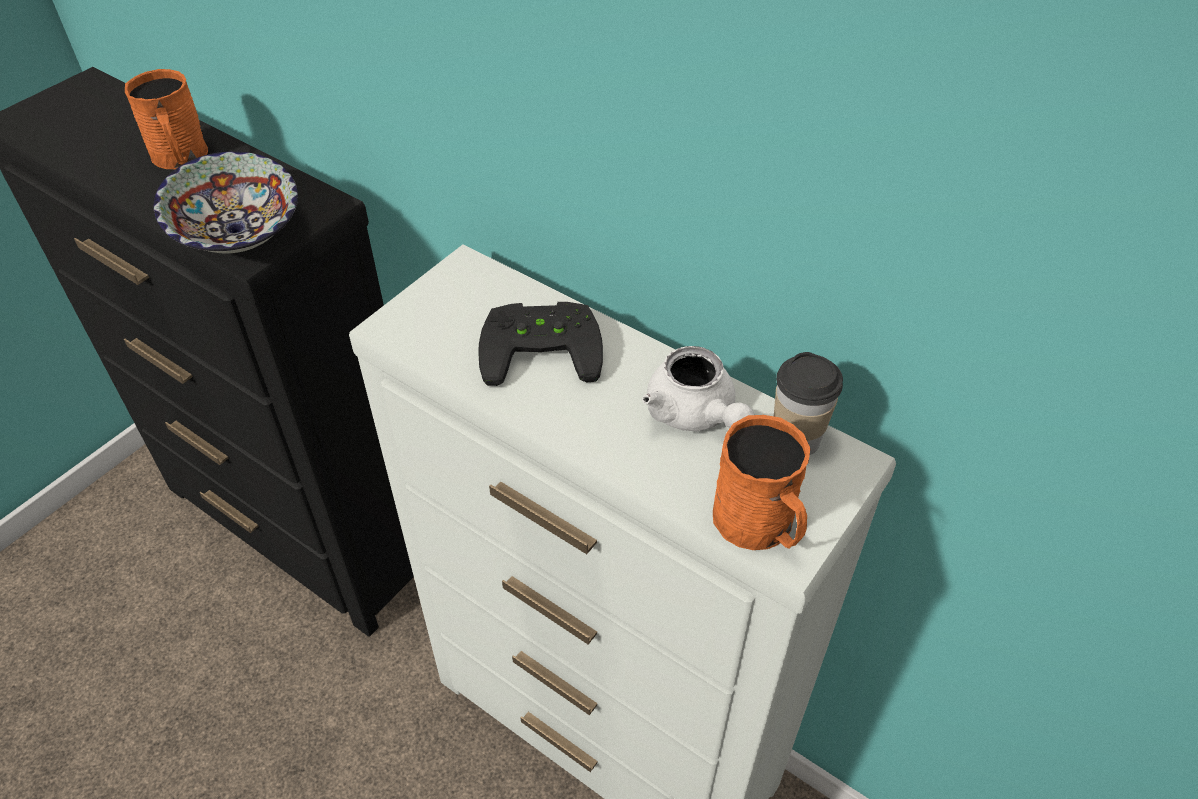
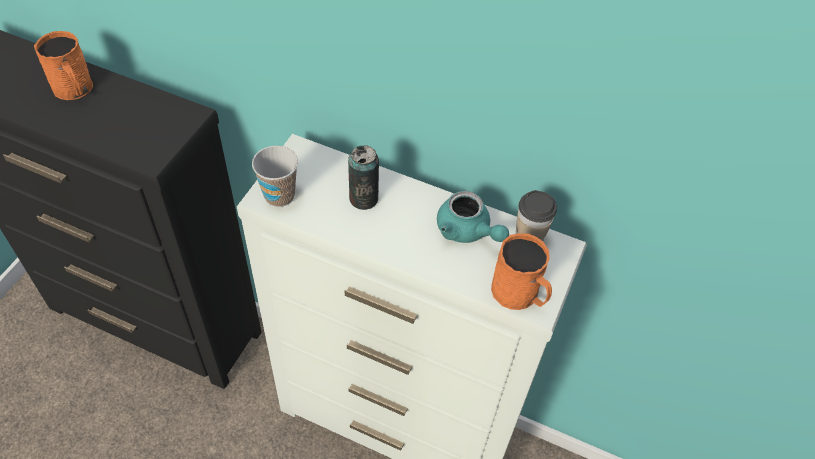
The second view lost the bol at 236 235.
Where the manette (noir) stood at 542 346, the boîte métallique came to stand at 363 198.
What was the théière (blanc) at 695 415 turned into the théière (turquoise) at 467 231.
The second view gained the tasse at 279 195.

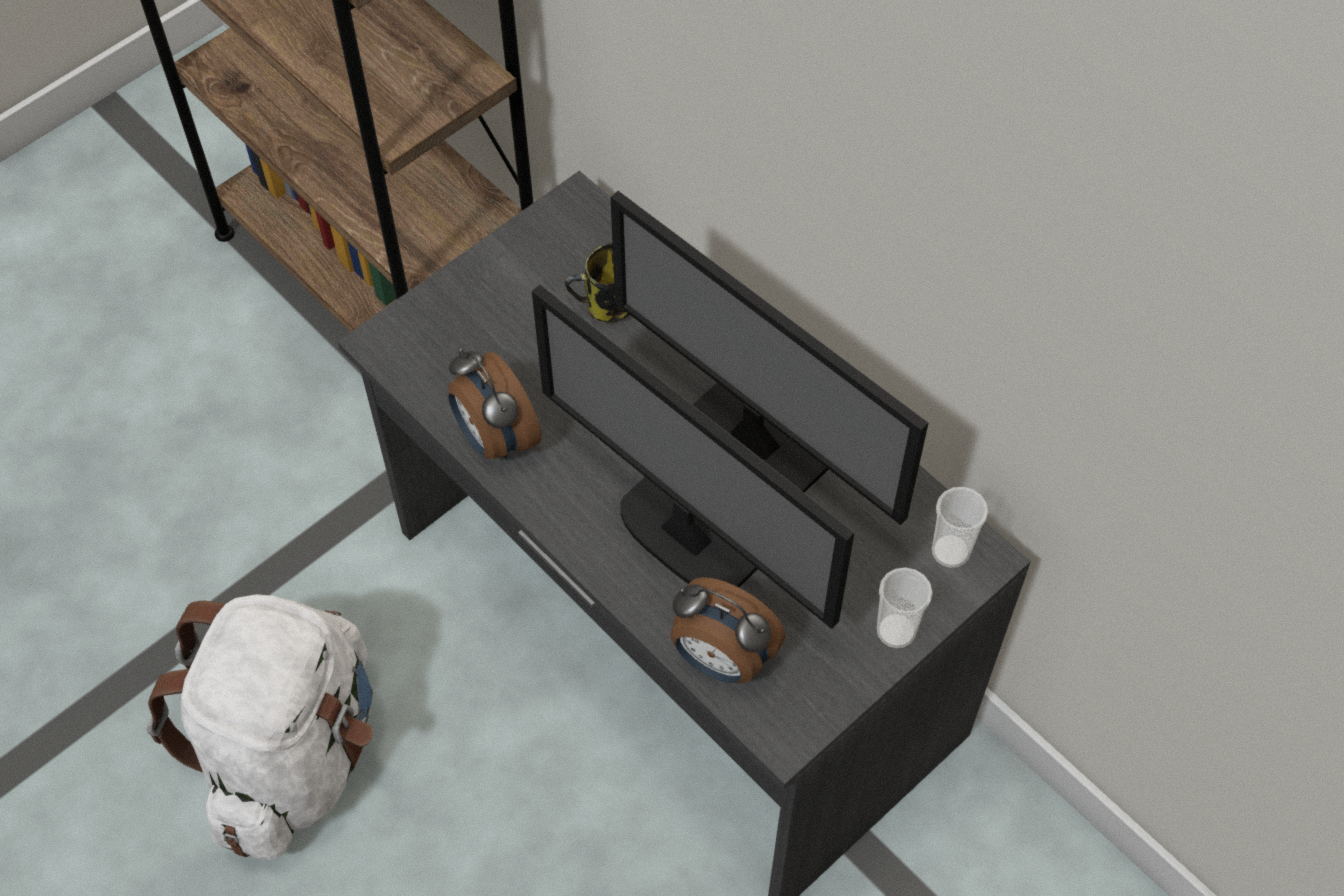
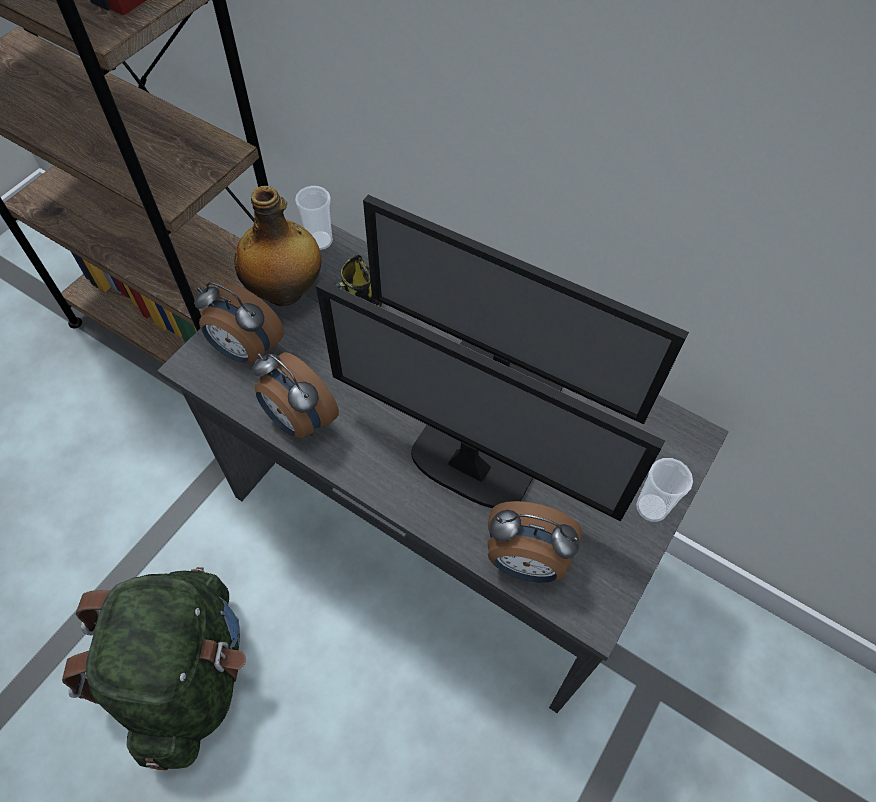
The tasse ended up elsewhere, having gone from 950 551 to 320 241.
What was the sac à dos (blanc) at 293 754 turned into the sac à dos (vert) at 188 675.
The second view gained the bouteille at 286 291.
The second view gained the réveil at 246 351.

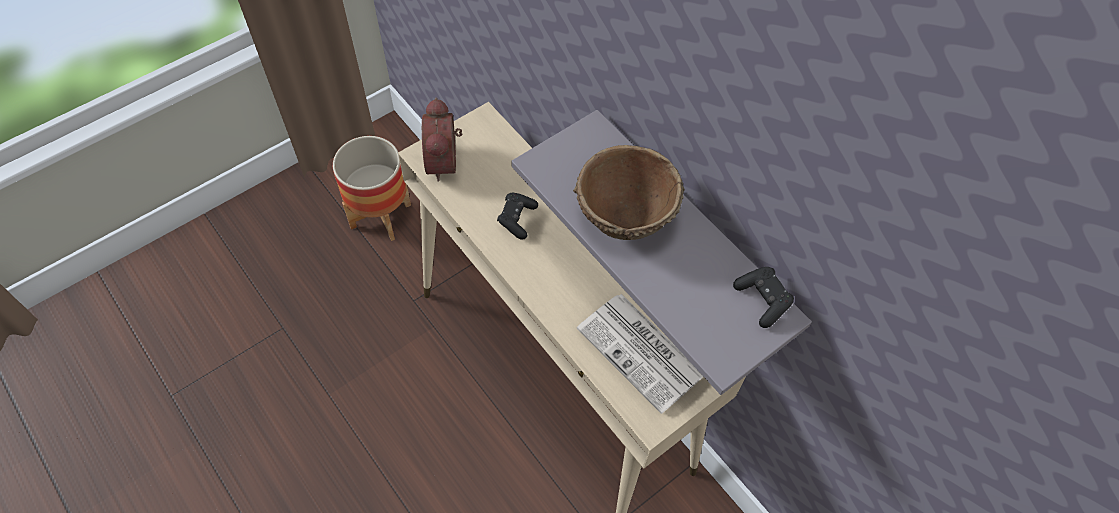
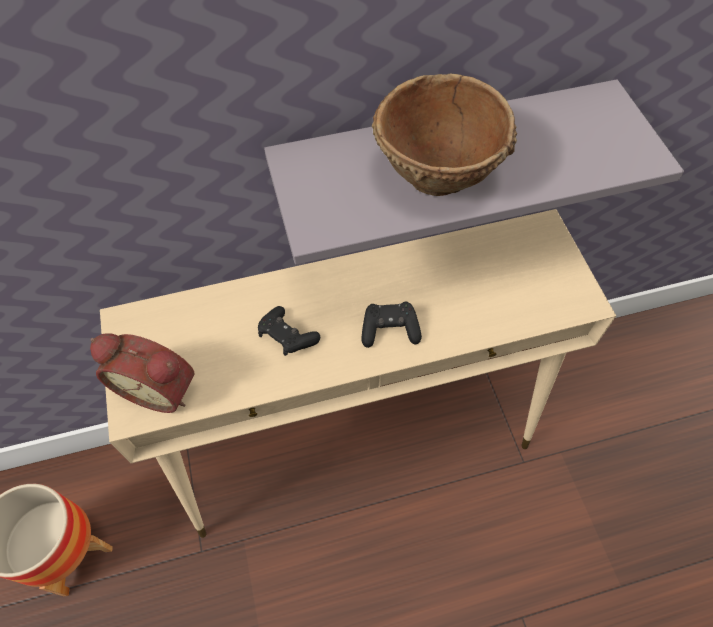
The manette (noir) ended up elsewhere, having gone from 762 300 to 389 330.
The second view lost the journal at 642 352.

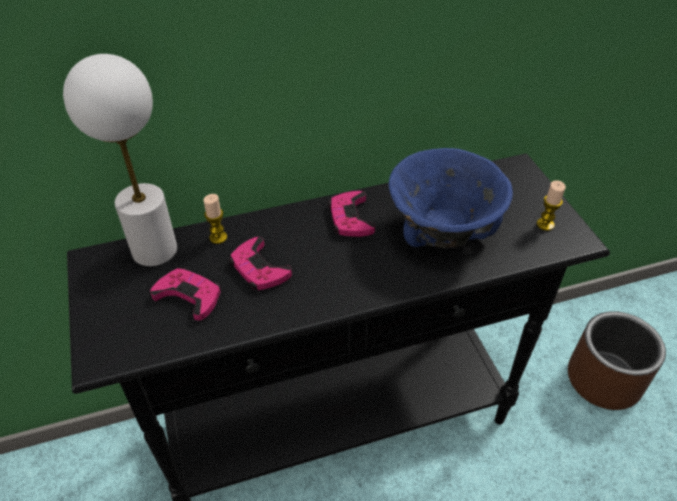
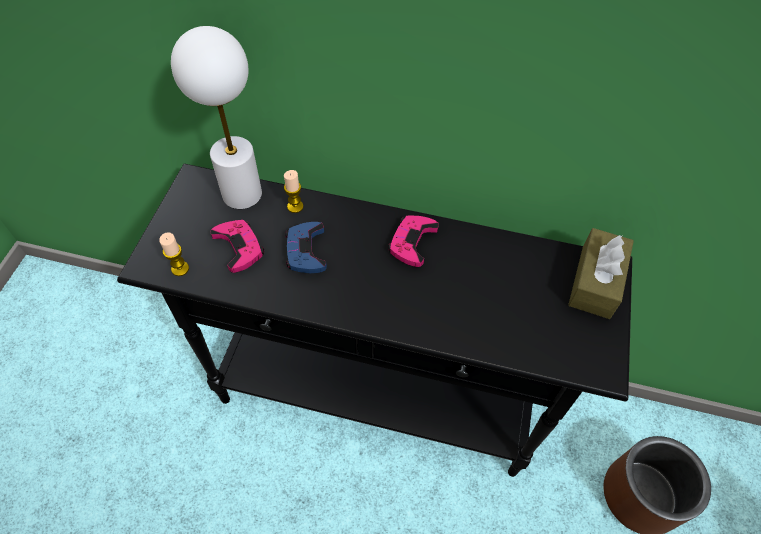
The second view lost the bol (bleu) at 442 231.
The bougie ended up elsewhere, having gone from 545 224 to 180 269.
What was the manette (rose) at 259 269 turned into the manette (bleu) at 306 251.
The second view gained the boîte à mouchoirs (marron) at 595 282.

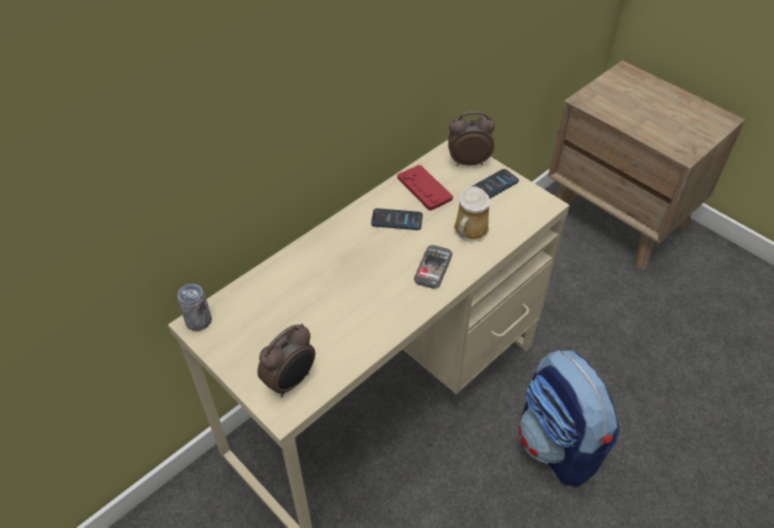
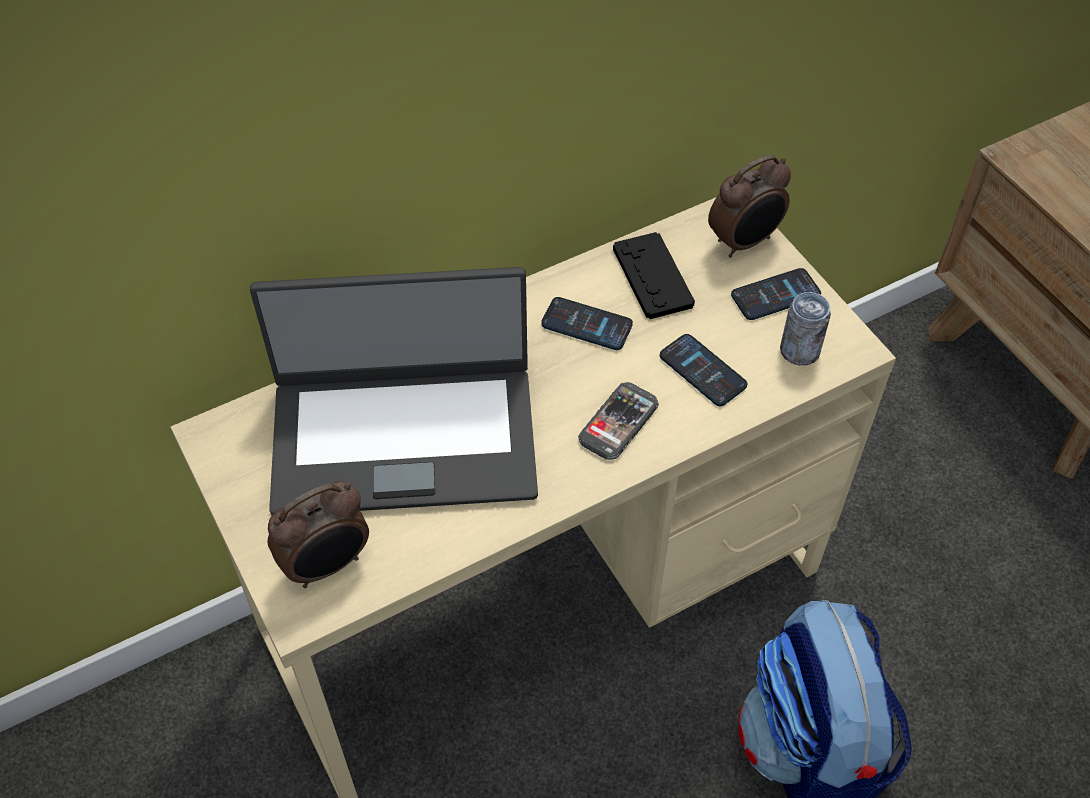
The réveil at 468 161 ended up facing another way, 135 degrees clockwise from before.
What was the manette (rouge) at 424 188 turned into the manette (noir) at 652 277.
Where the mug stood at 469 231, the téléphone came to stand at 702 371.
The boîte métallique ended up elsewhere, having gone from 199 321 to 799 351.
The second view gained the ordinateur portable at 404 437.

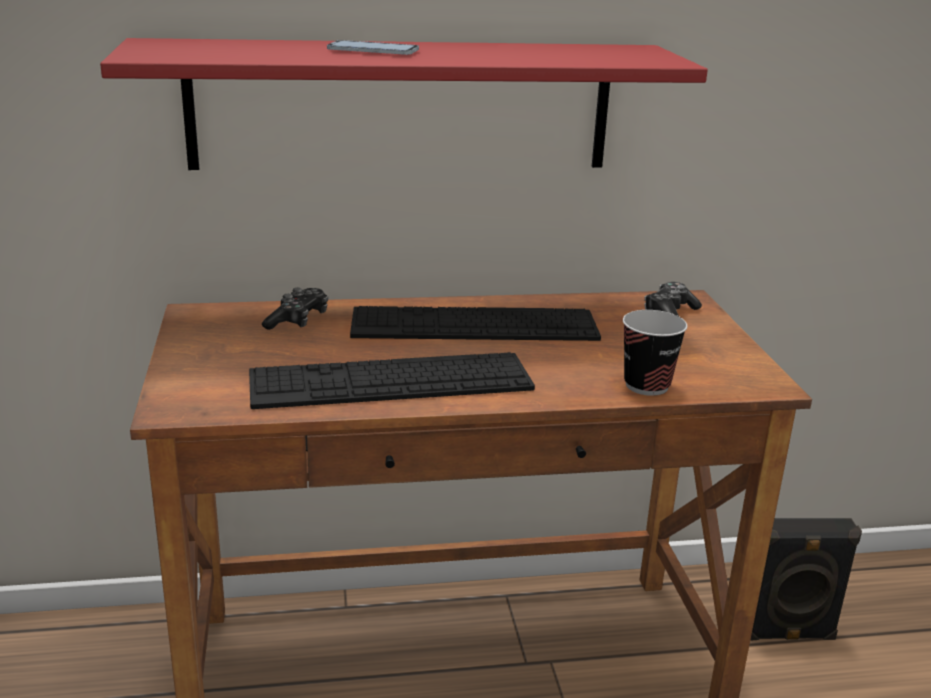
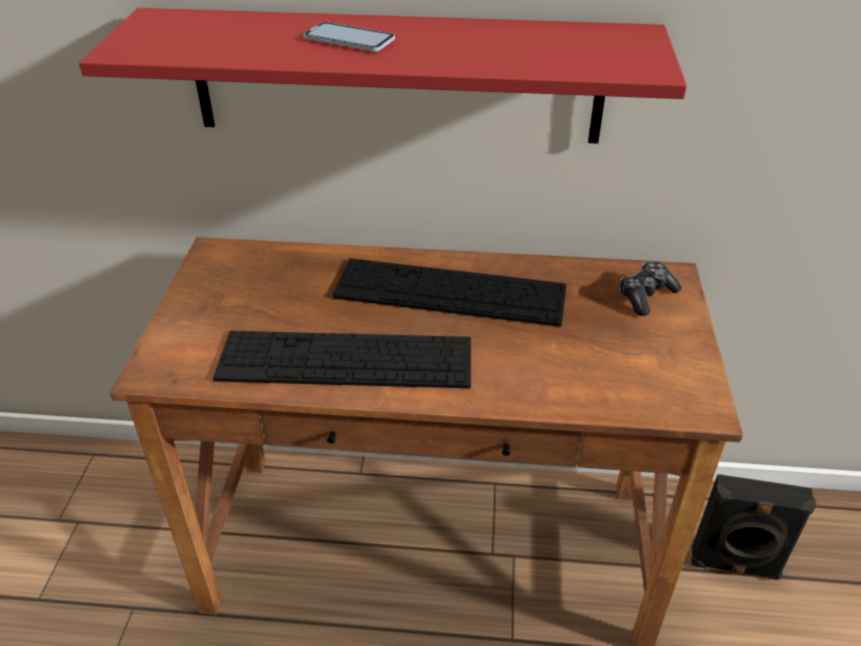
The second view lost the manette at 298 320.
The second view lost the tasse at 646 385.

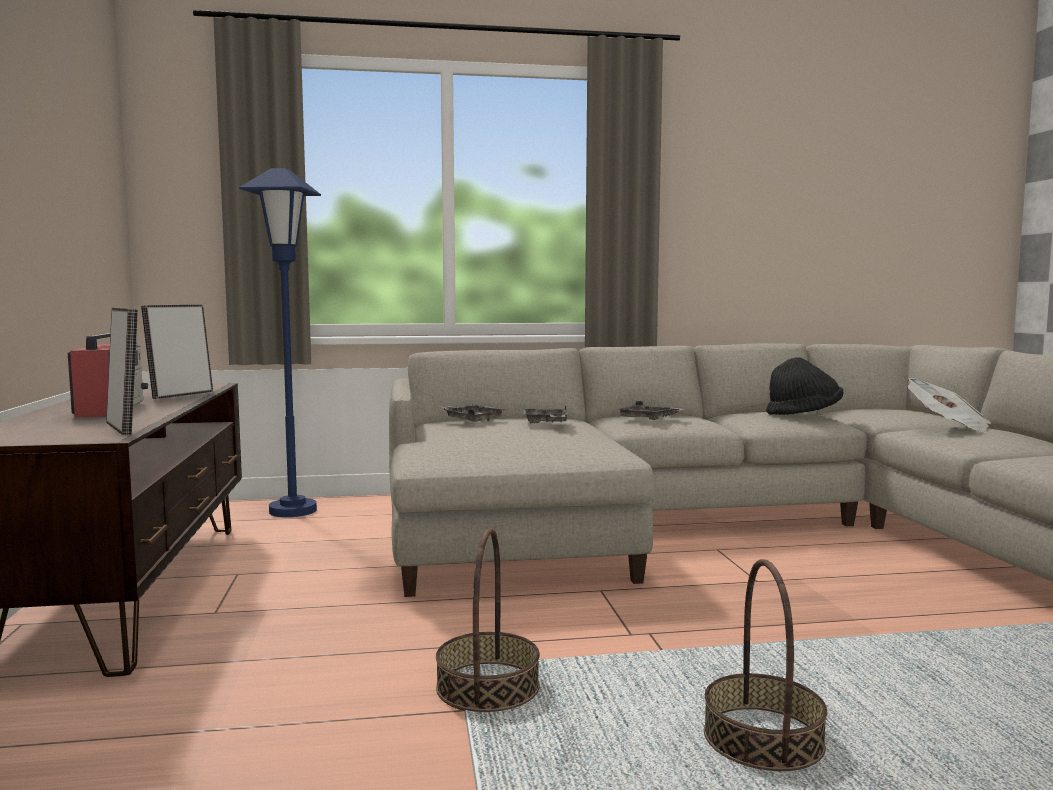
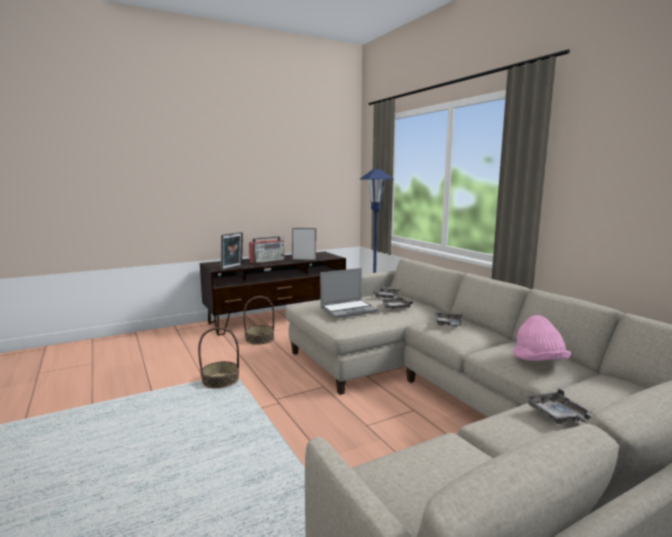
What was the chapeau (noir) at 804 415 turned into the chapeau (rose) at 538 362.
Where the journal stood at 948 427, the plateau (gris) came to stand at 558 416.
The panier ended up elsewhere, having gone from 762 739 to 260 339.
The second view gained the ordinateur portable at 349 310.

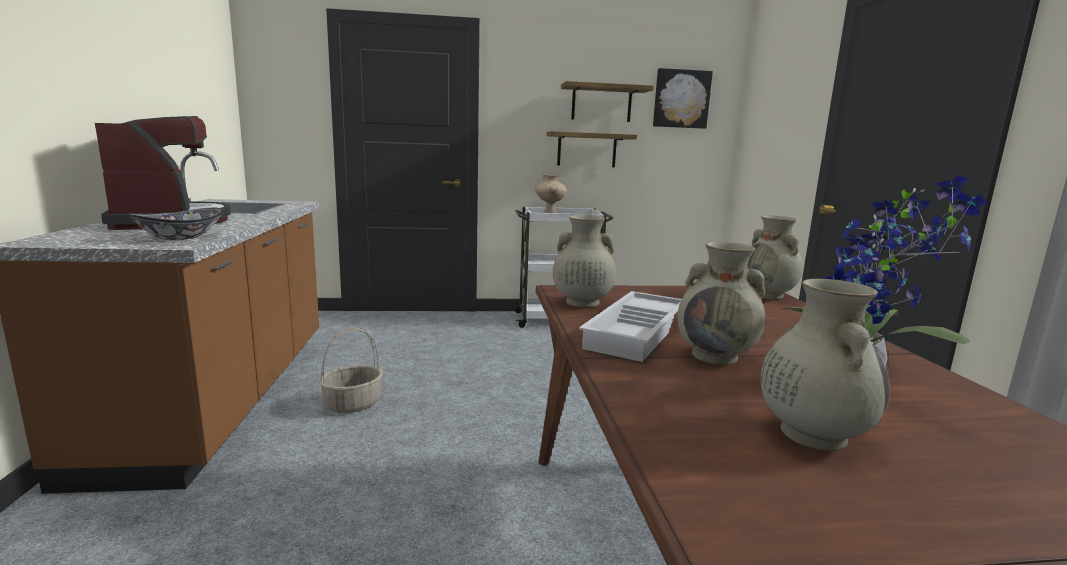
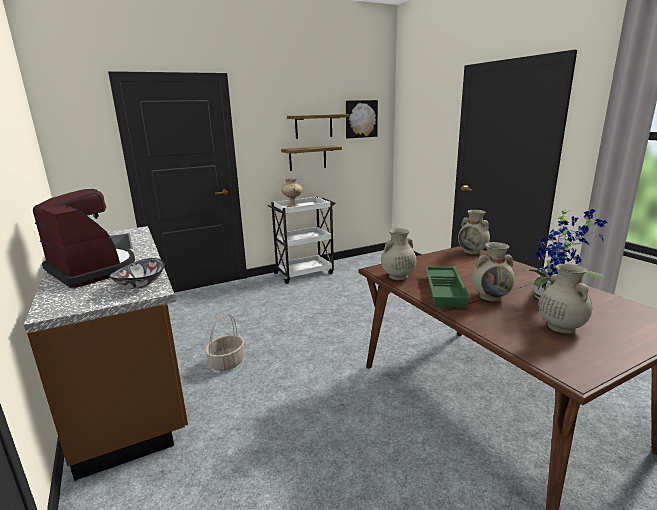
What was the plateau (blanc) at 638 333 turned into the plateau (vert) at 446 291.

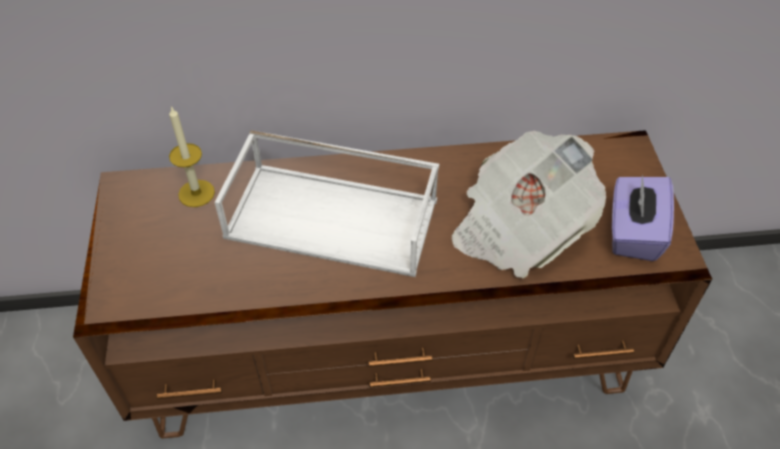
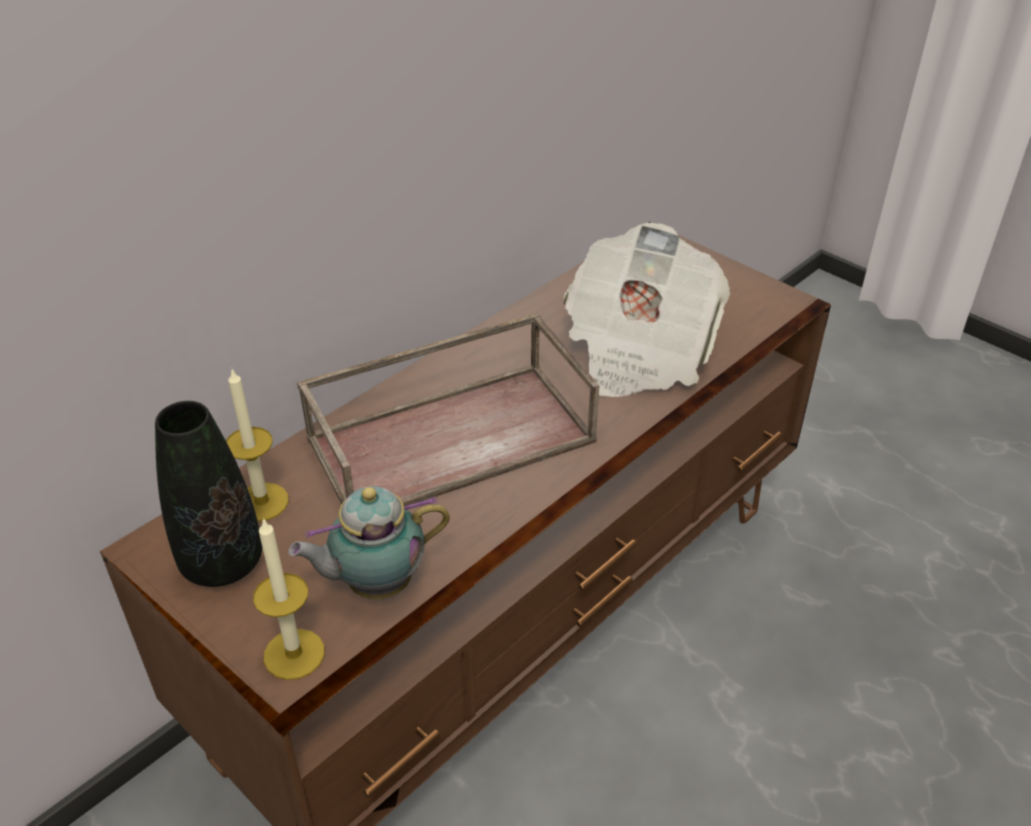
What was the plateau (blanc) at 334 217 turned into the plateau (marron) at 453 437.
The second view lost the boîte à mouchoirs (violet) at 633 233.
The second view gained the vase (noir) at 222 564.
The second view gained the théière at 375 584.
The second view gained the bougie at 294 654.

